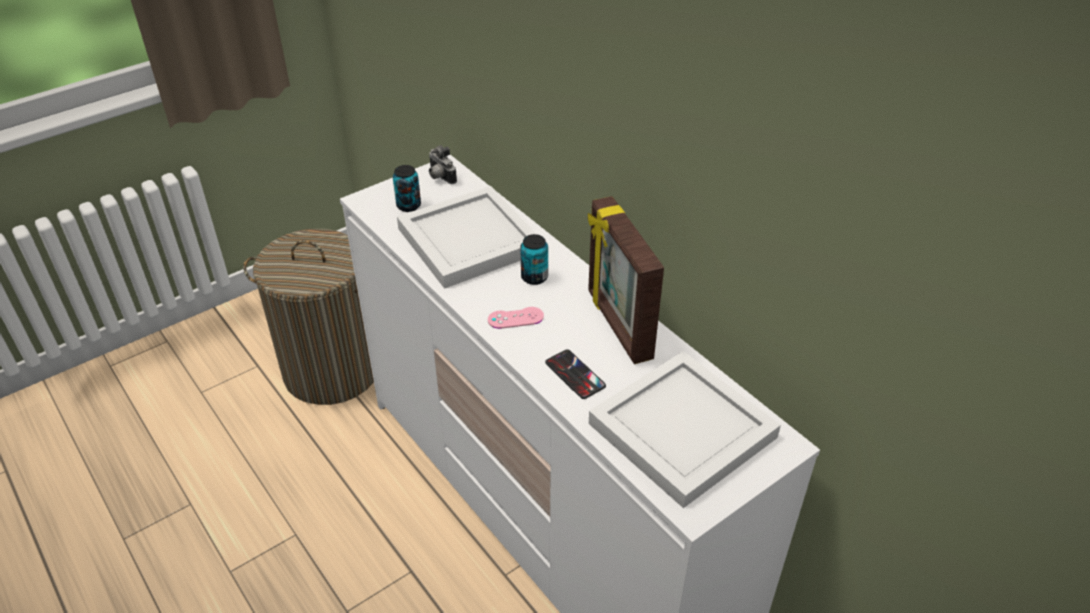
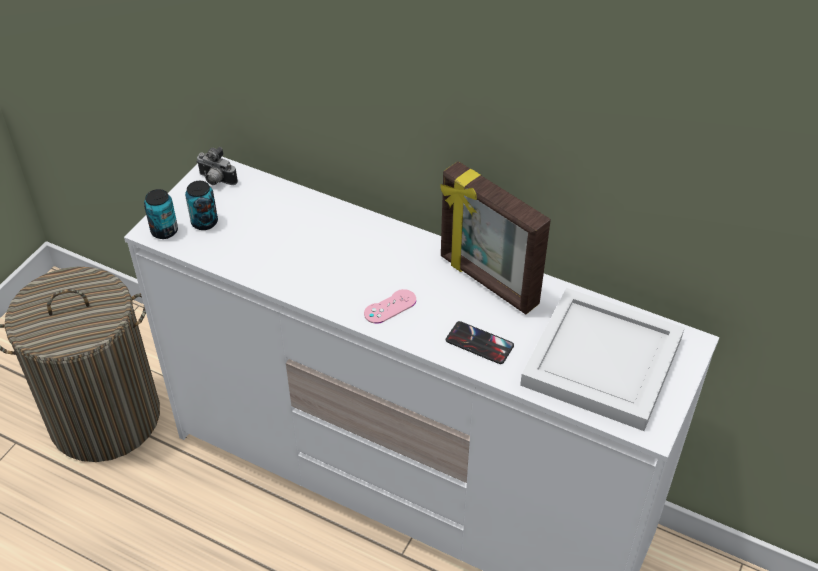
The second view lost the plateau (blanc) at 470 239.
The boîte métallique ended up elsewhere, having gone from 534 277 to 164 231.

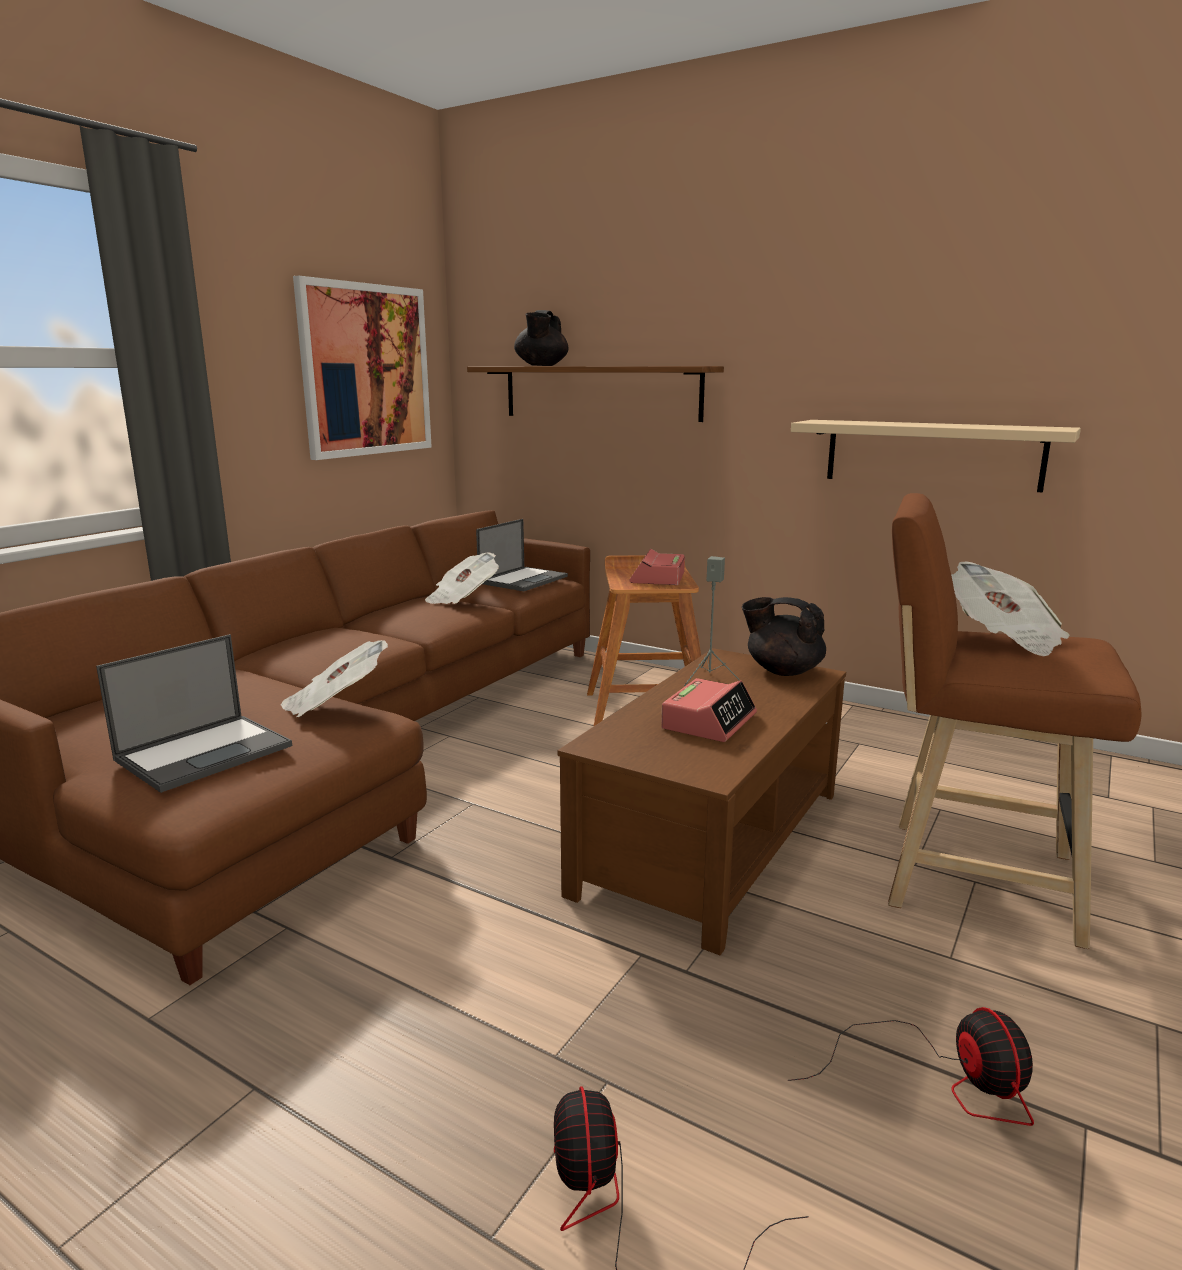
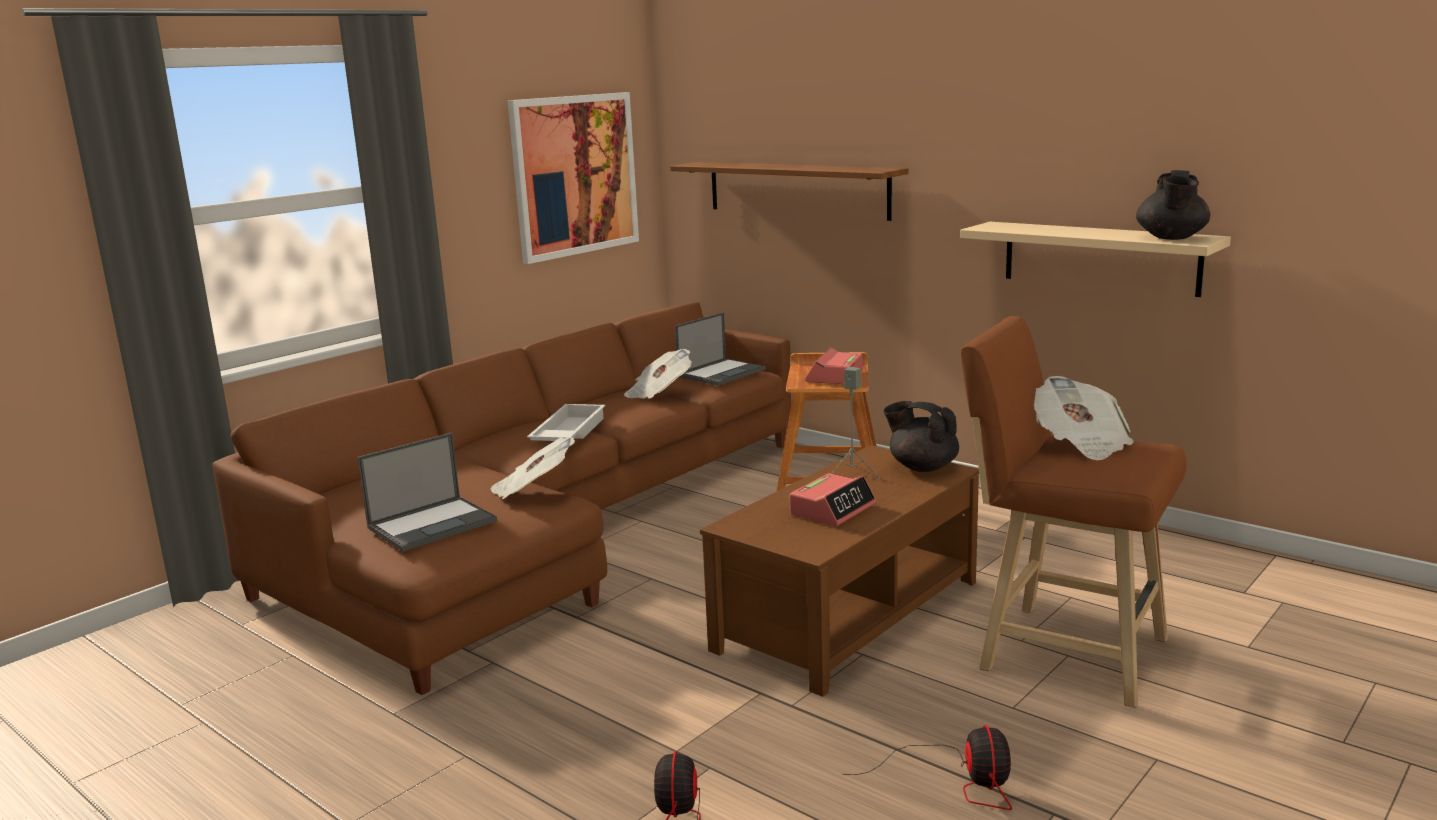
The théière (noir) ended up elsewhere, having gone from 541 366 to 1171 238.
The second view gained the plateau (blanc) at 567 433.

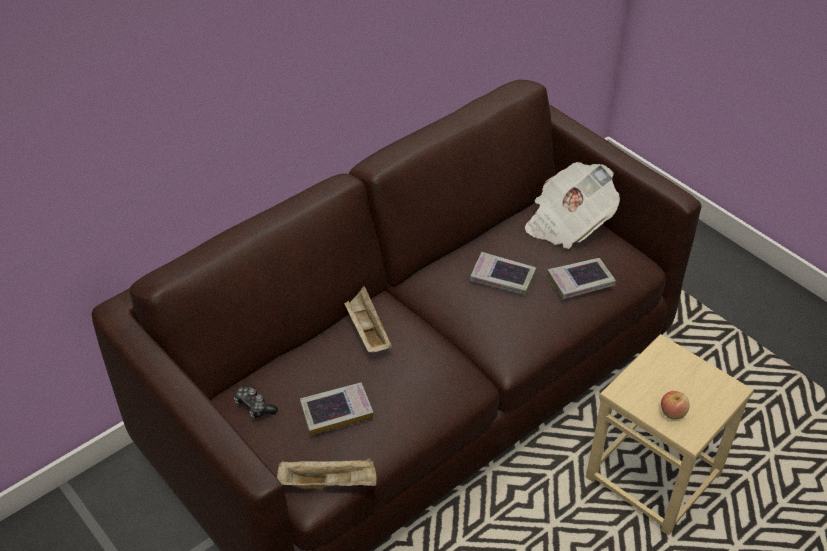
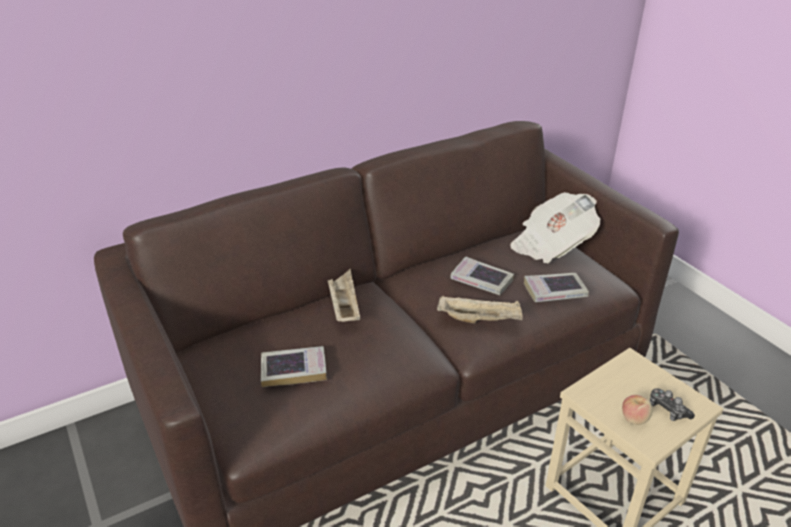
The manette ended up elsewhere, having gone from 254 406 to 667 409.
The plateau (beige) ended up elsewhere, having gone from 329 483 to 480 319.

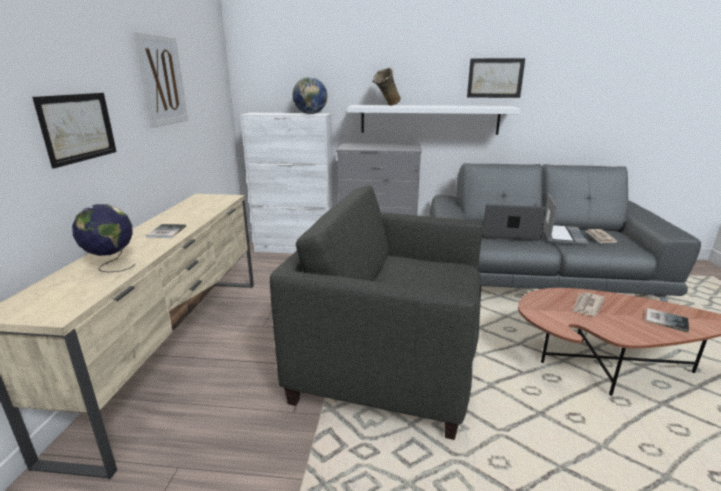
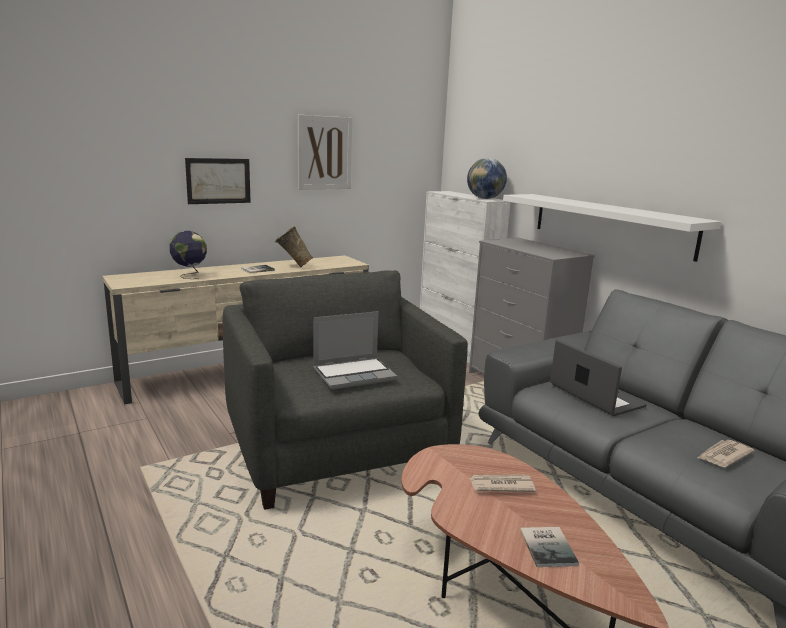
The second view lost the tableau at 495 78.
The vase (beige) ended up elsewhere, having gone from 386 106 to 293 267.
The ordinateur portable ended up elsewhere, having gone from 562 235 to 355 374.

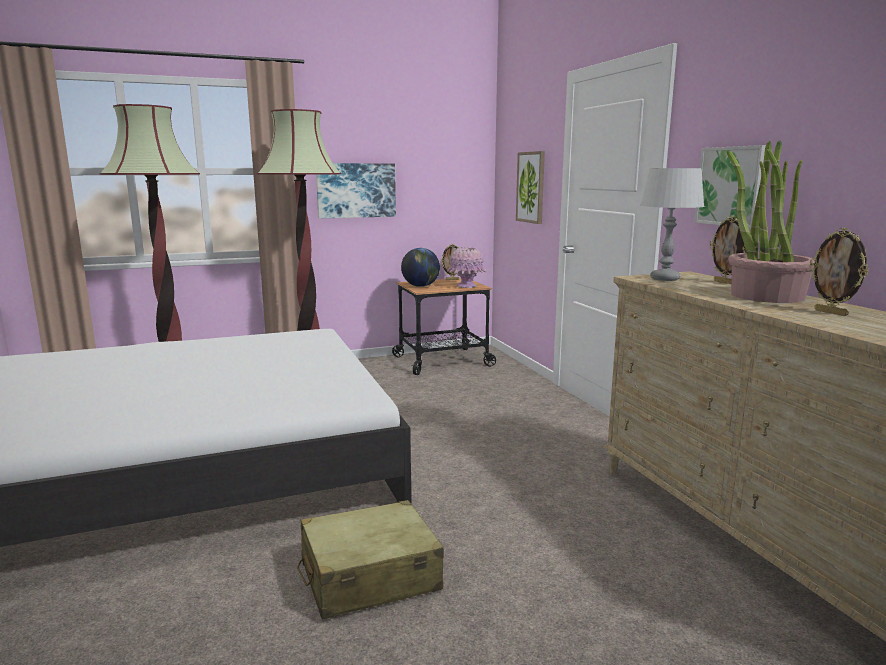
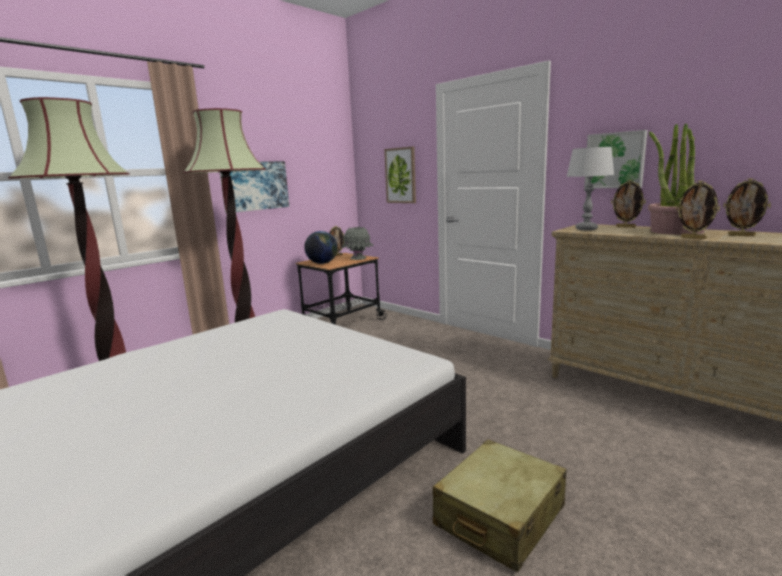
What was the vase (rose) at 466 286 turned into the vase (gris) at 358 258.
The second view gained the cadre photo at 693 238.

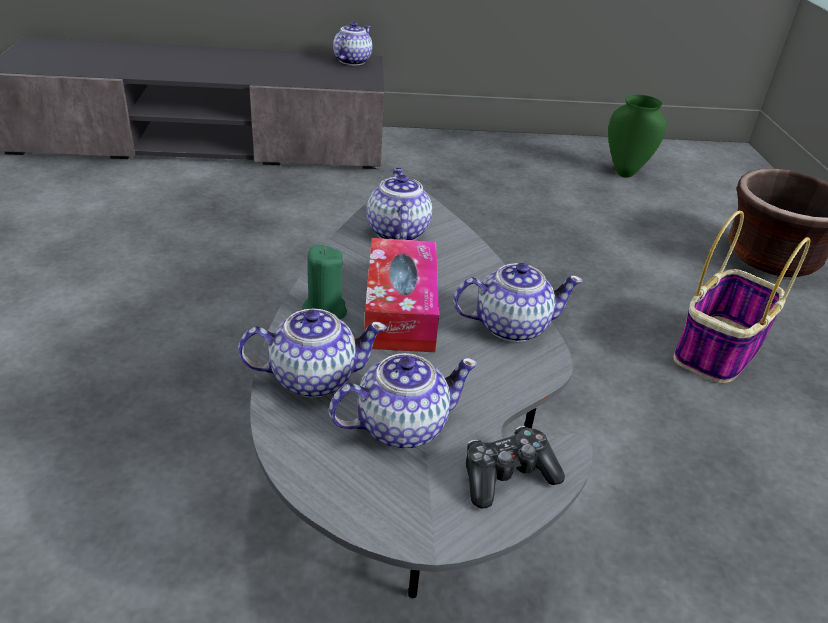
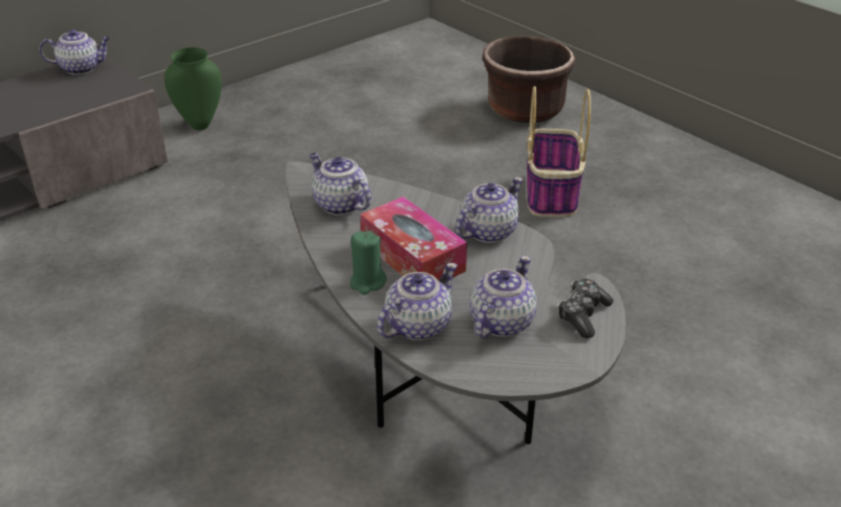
The théière at 352 61 ended up facing another way, 90 degrees clockwise from before.
The vase (vert) ended up elsewhere, having gone from 625 172 to 200 125.

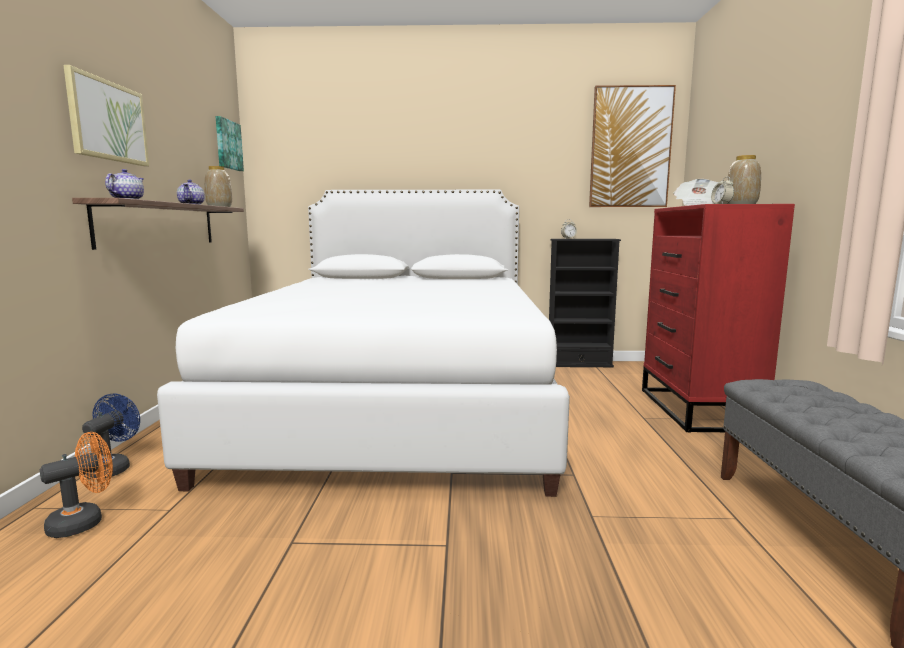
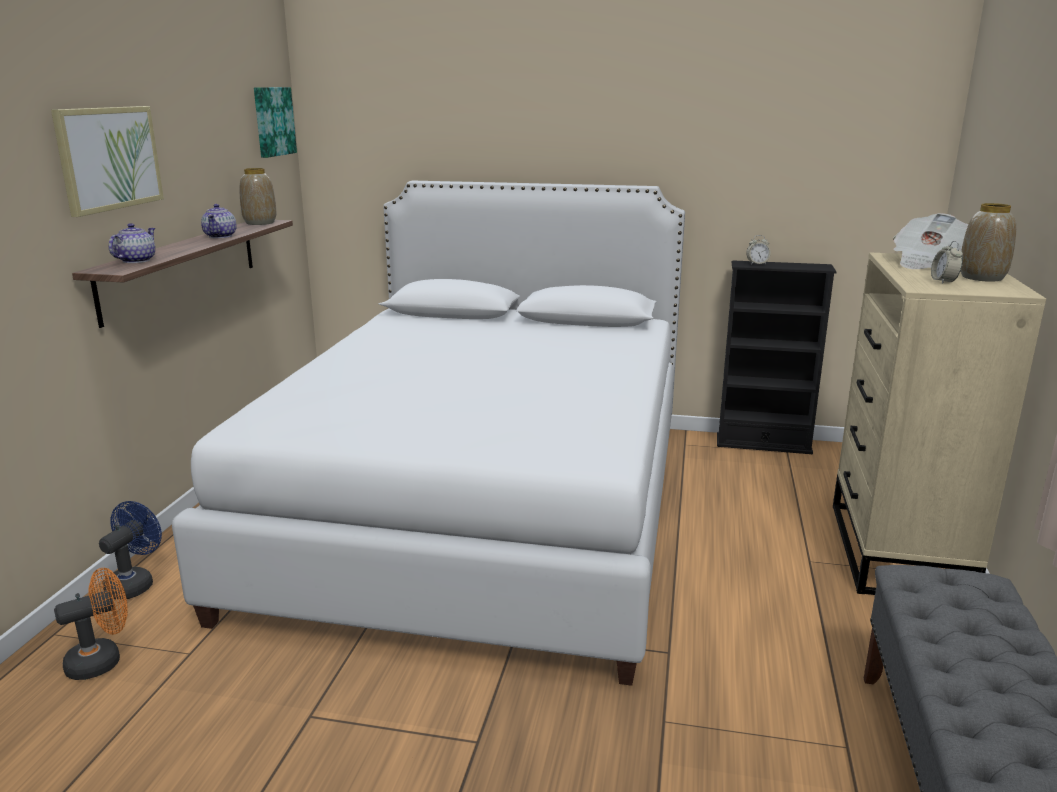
The second view lost the tableau at 630 147.
What was the commode (rouge) at 697 410 turned into the commode (beige) at 897 552.

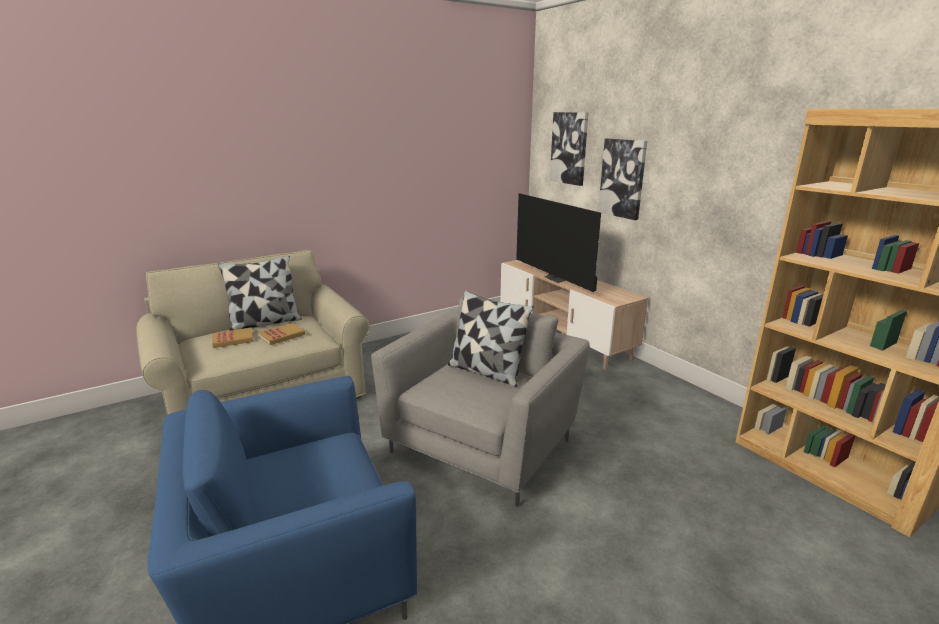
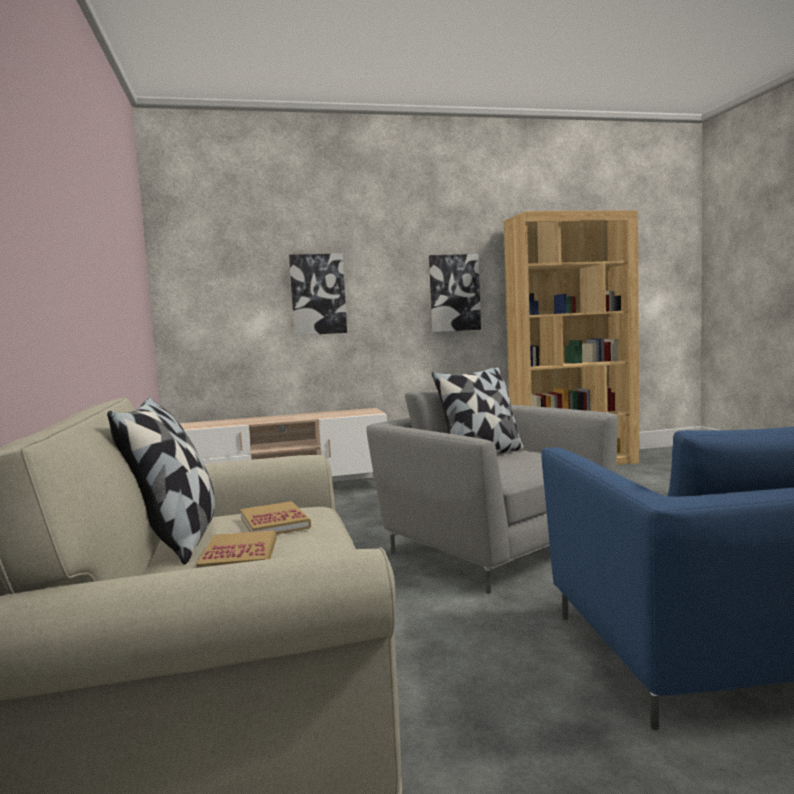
The tableau ended up elsewhere, having gone from 569 148 to 454 293.
The second view lost the téléviseur at 557 278.

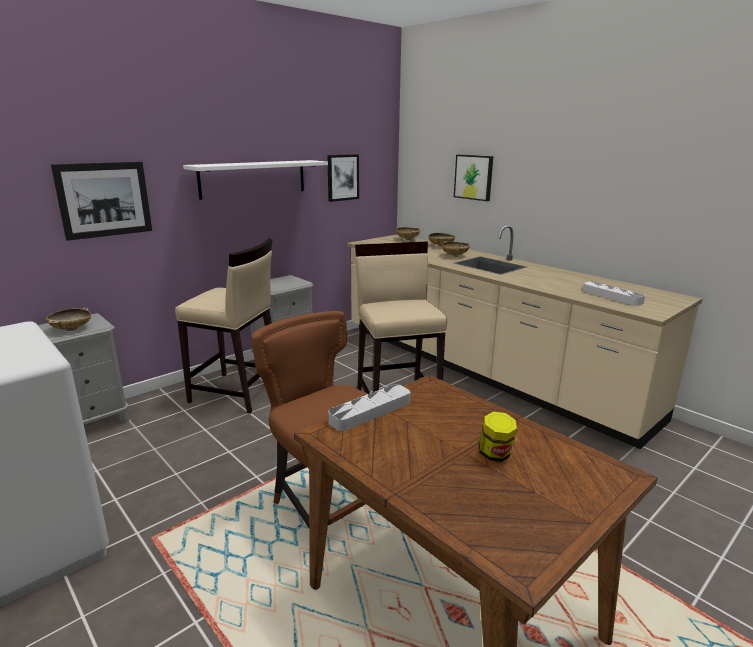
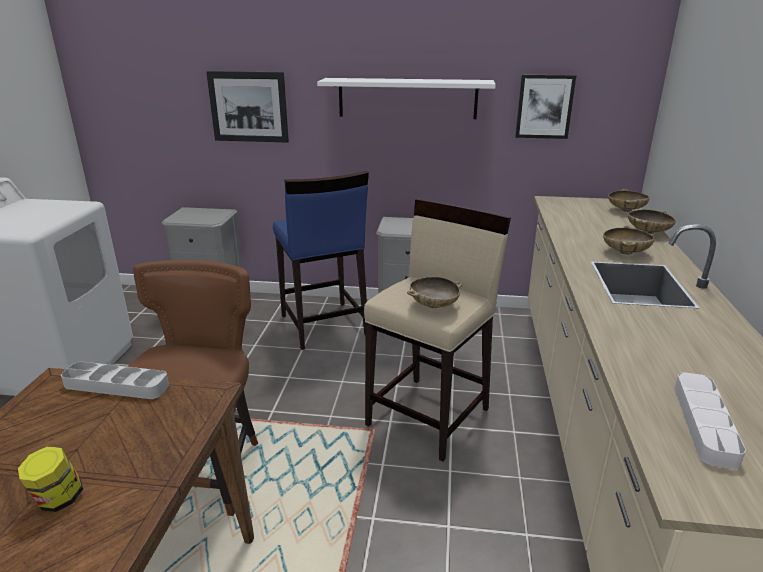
The second view lost the tableau at 474 177.
What was the tabouret (beige) at 236 393 turned into the tabouret (bleu) at 323 325.
The bol (beige) ended up elsewhere, having gone from 71 329 to 434 305.

